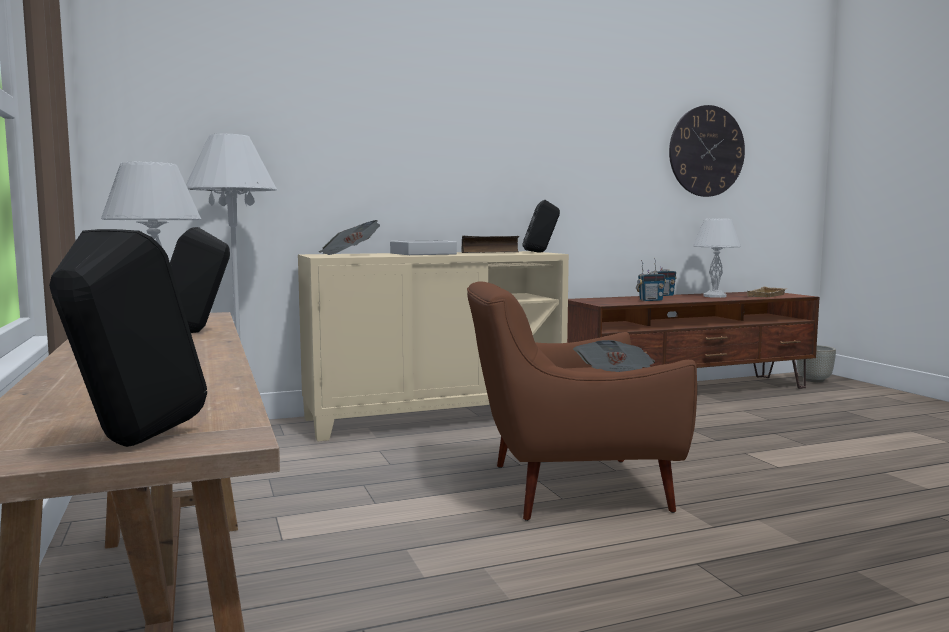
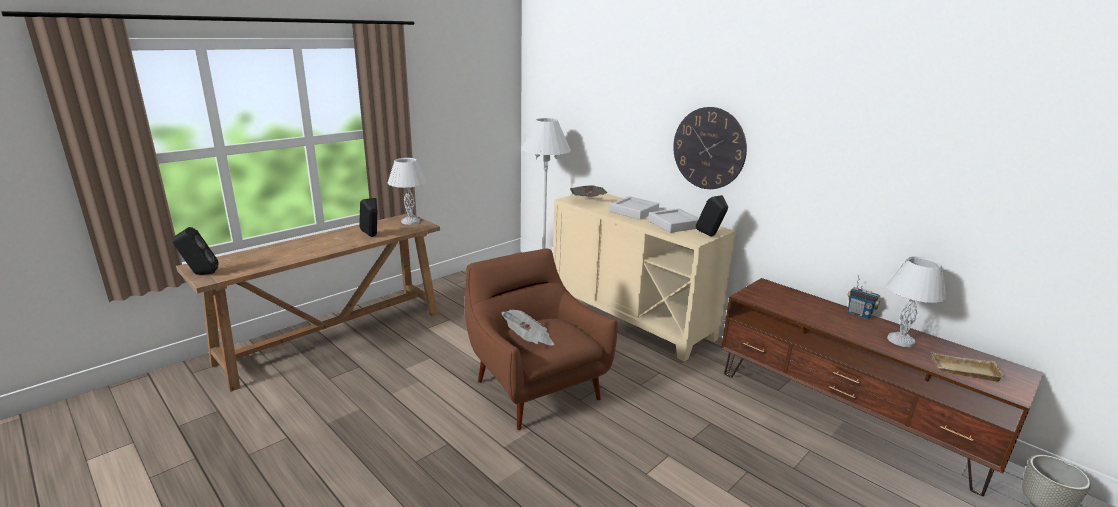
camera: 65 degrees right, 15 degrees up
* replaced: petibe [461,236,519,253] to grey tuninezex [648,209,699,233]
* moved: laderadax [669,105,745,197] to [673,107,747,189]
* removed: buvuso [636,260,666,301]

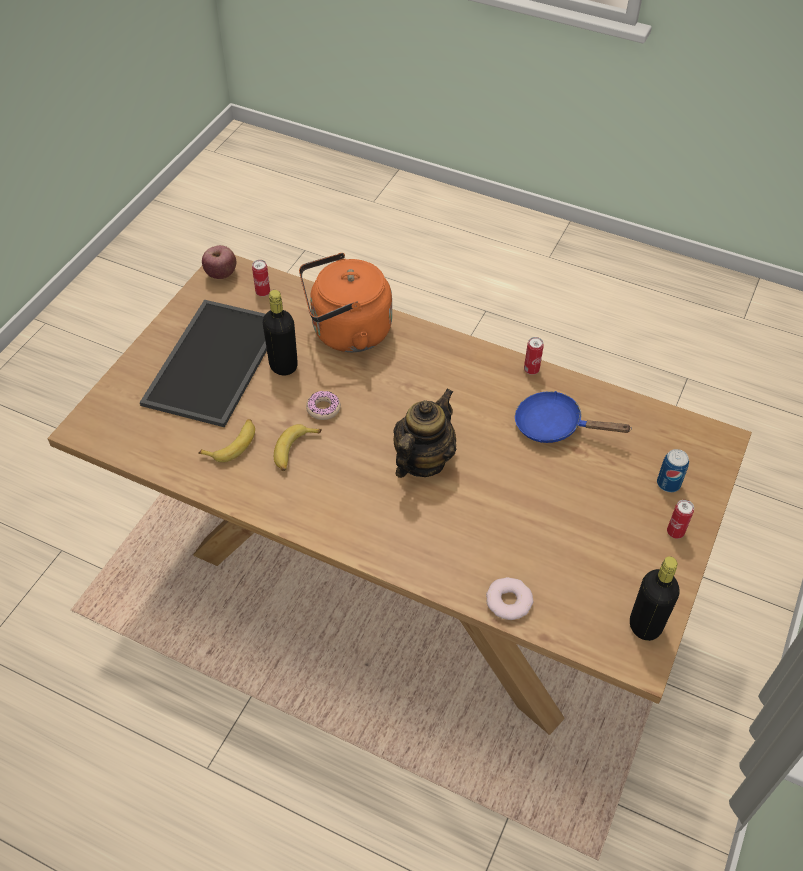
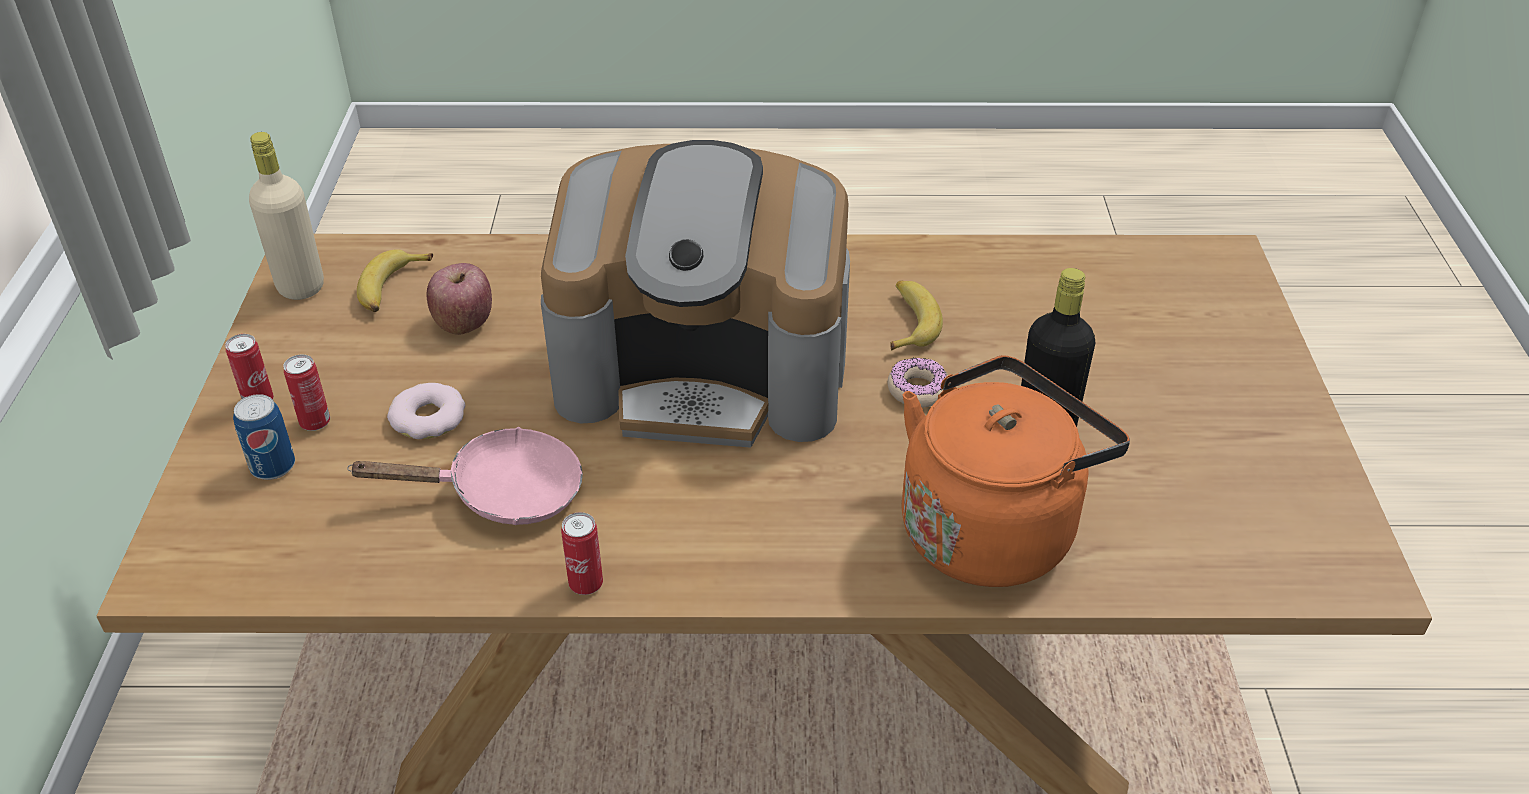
camera: 155 degrees right, 10 degrees down
* recoloured: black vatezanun [630,556,679,641] to beige vatezanun [249,132,324,300]
* moved: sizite [252,260,270,296] to [283,354,330,431]
* recoloured: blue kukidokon [515,391,632,443] to pink kukidokon [347,427,583,525]
* moved: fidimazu [198,419,255,462] to [357,249,433,312]
* moved: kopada [486,577,533,620] to [387,383,465,439]
* moved: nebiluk [202,245,236,279] to [427,263,492,335]
* replaced: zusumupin [393,389,456,478] to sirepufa [541,140,850,448]
* removed: tuninezex [140,300,267,427]

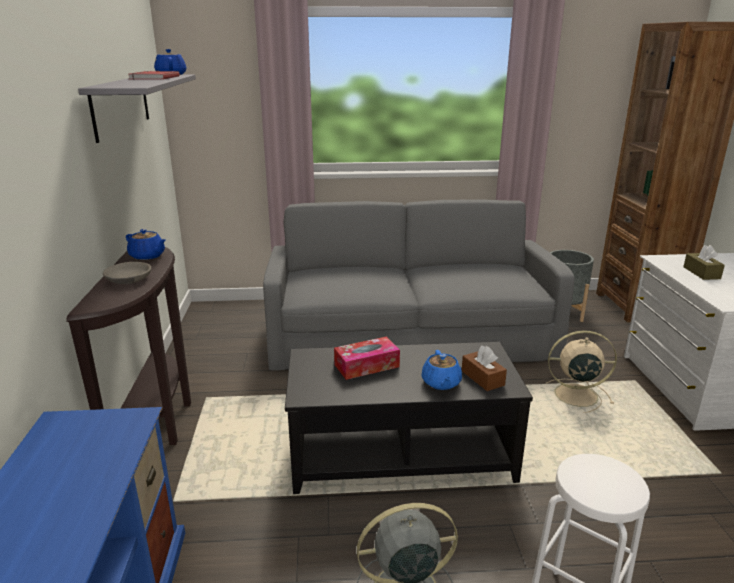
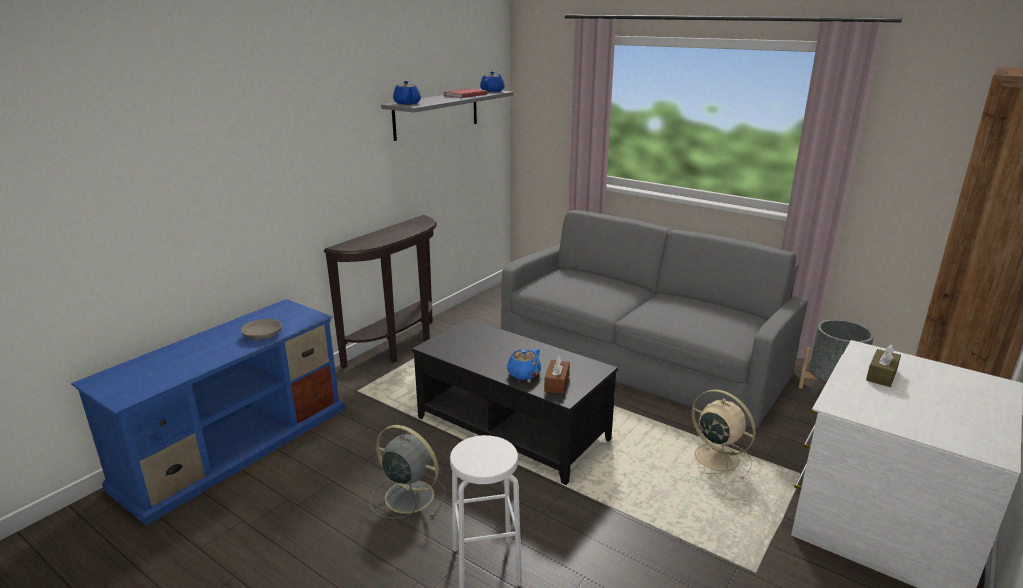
camera: 40 degrees right, 0 degrees up
* moved: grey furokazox [103,262,151,284] to [240,319,282,340]
* moved: blue zusumupin [126,229,165,260] to [393,81,421,105]
* removed: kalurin [334,336,400,380]

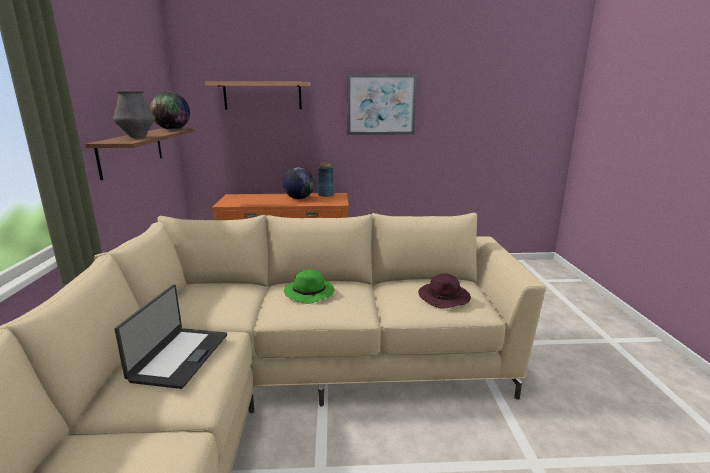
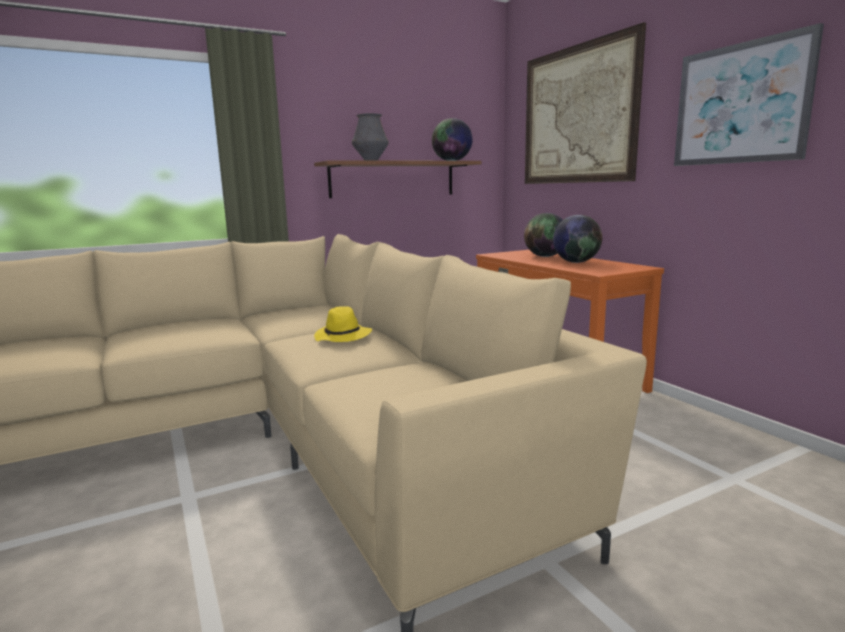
camera: 65 degrees right, 5 degrees down
* recoloured: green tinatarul [284,269,334,304] to yellow tinatarul [314,306,372,342]
* added: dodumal [524,213,563,257]
* replaced: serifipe [205,82,310,109] to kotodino [525,22,646,184]
* removed: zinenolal [114,284,227,389]
* removed: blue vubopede [318,163,335,197]
* removed: purple tinatarul [418,274,471,308]

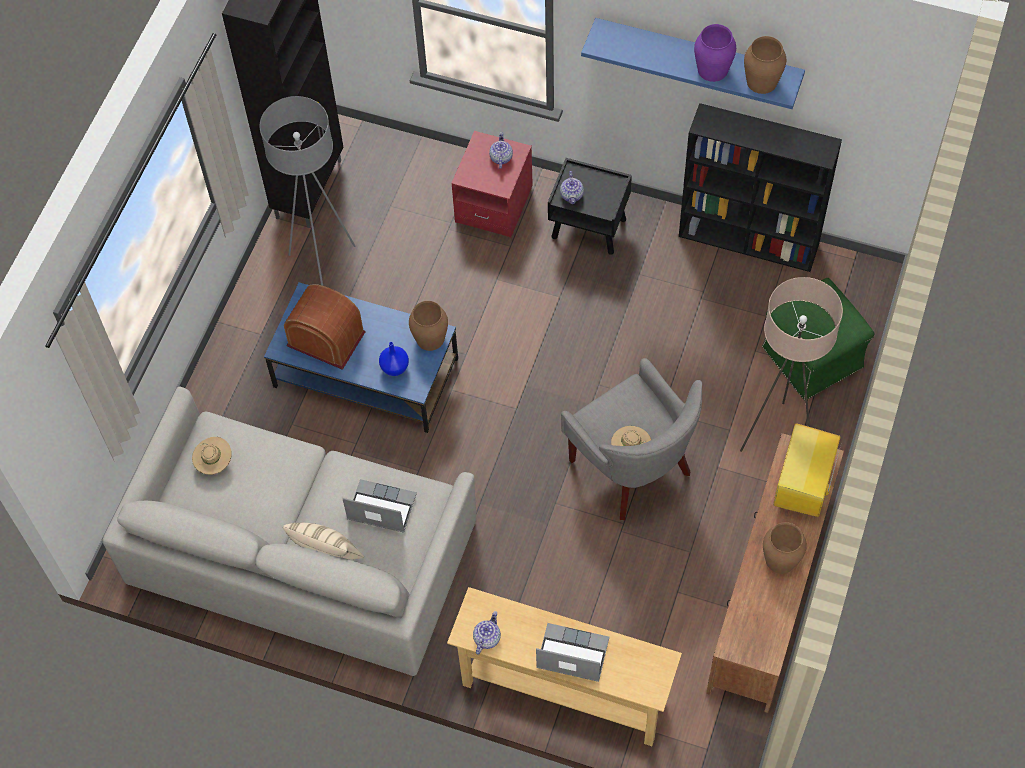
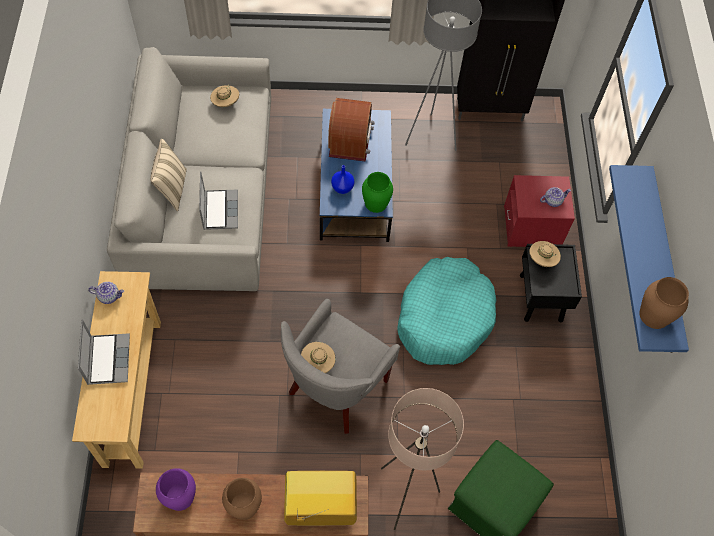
camera: 65 degrees right, 0 degrees up
* moved: purple vubopede [694,24,736,82] to [156,468,196,511]
* recoloured: brown vubopede [409,301,448,351] to green vubopede [362,172,393,213]
* added: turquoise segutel [397,257,496,365]
* replaced: zusumupin [560,171,584,204] to beige tinatarul [529,241,561,267]
* removed: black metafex [679,103,842,272]

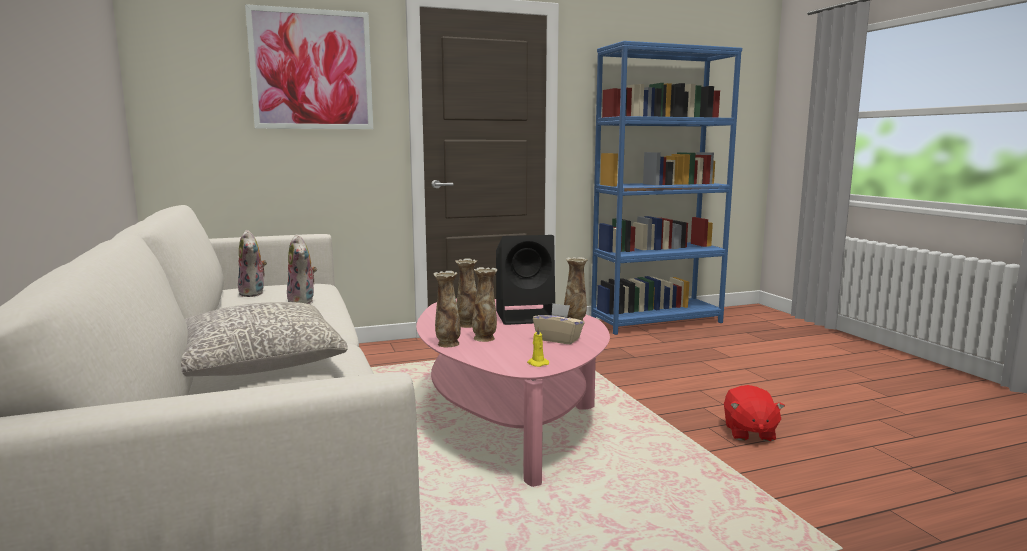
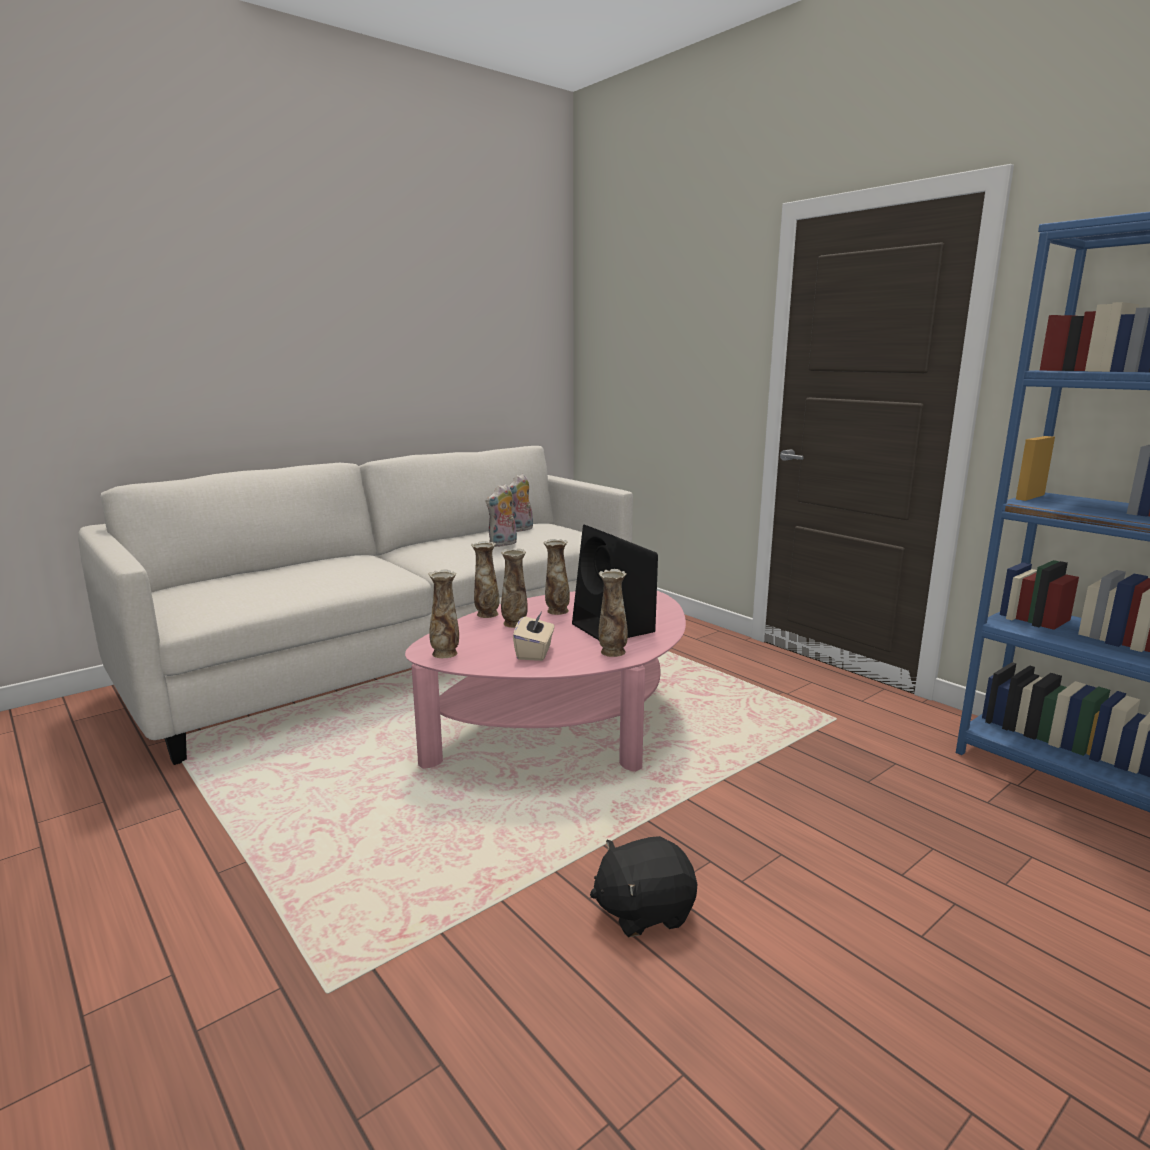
camera: 70 degrees right, 5 degrees up
* replaced: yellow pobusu [527,326,549,367] to vubopede [428,570,459,658]
* recoloured: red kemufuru [724,385,785,442] to black kemufuru [590,836,697,937]
* removed: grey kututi [181,302,348,376]
* removed: kotodino [245,4,373,129]

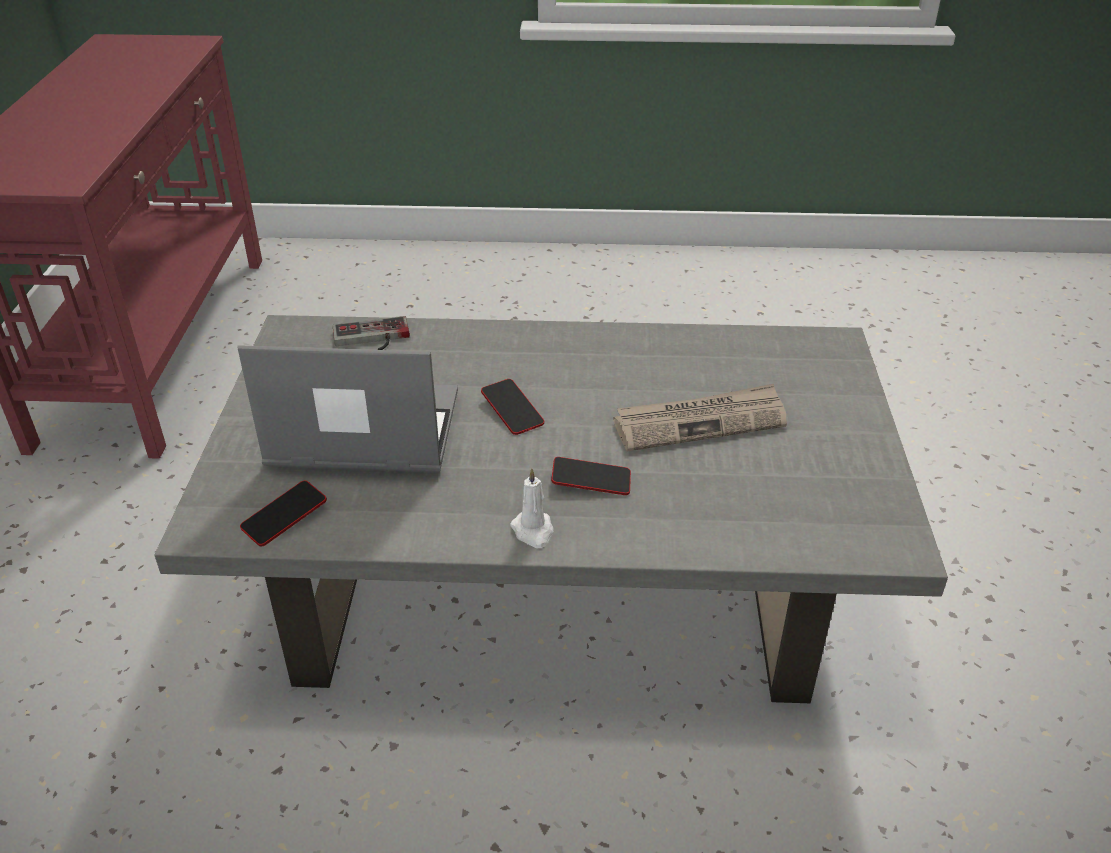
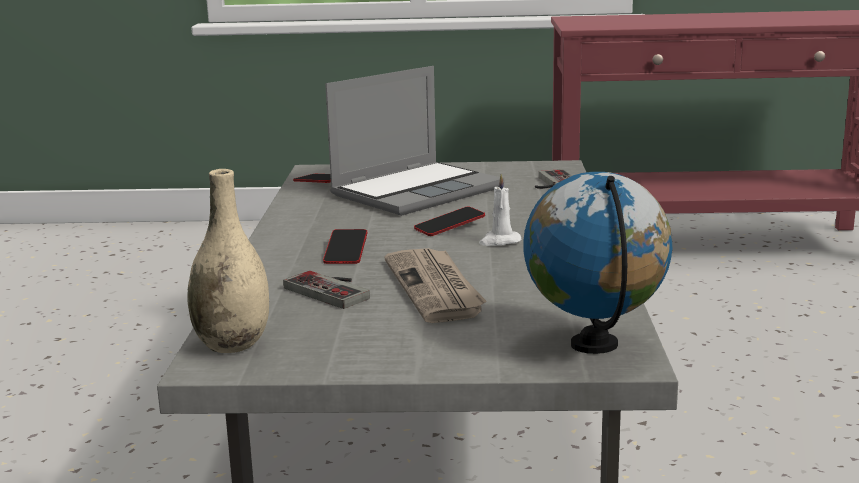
camera: 90 degrees right, 20 degrees down
* added: beige vubopede [187,169,269,353]
* added: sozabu [283,271,370,309]
* turned: zinenolal [237,345,458,473] = [325,66,504,216] 45 degrees clockwise
* moved: white pobusu [510,468,554,548] to [479,174,521,246]
* added: dodumal [523,172,672,354]

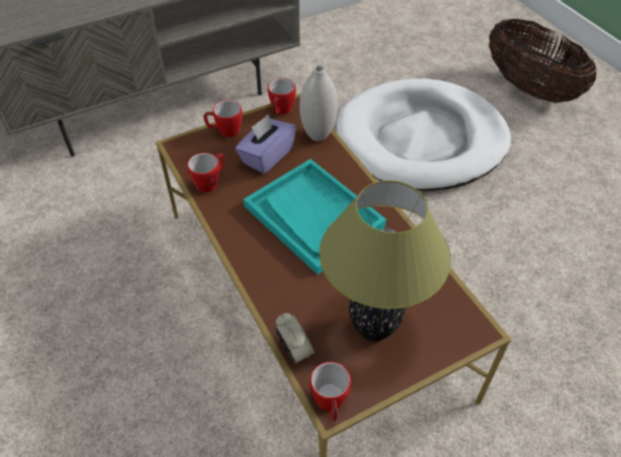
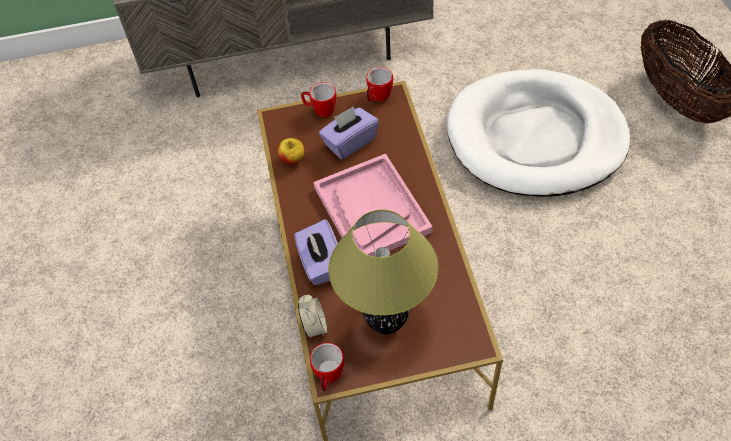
camera: 20 degrees right, 5 degrees up
* replaced: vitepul [187,153,224,193] to nebiluk [278,138,304,165]
* added: purple kalurin [294,219,338,285]
* recoloured: turquoise tuninezex [243,159,386,275] to pink tuninezex [313,154,433,257]
* removed: white vubopede [300,65,337,141]

